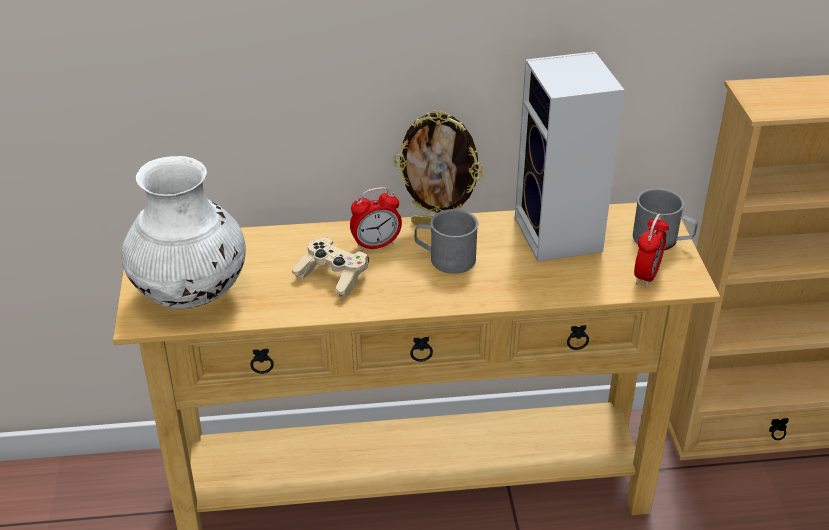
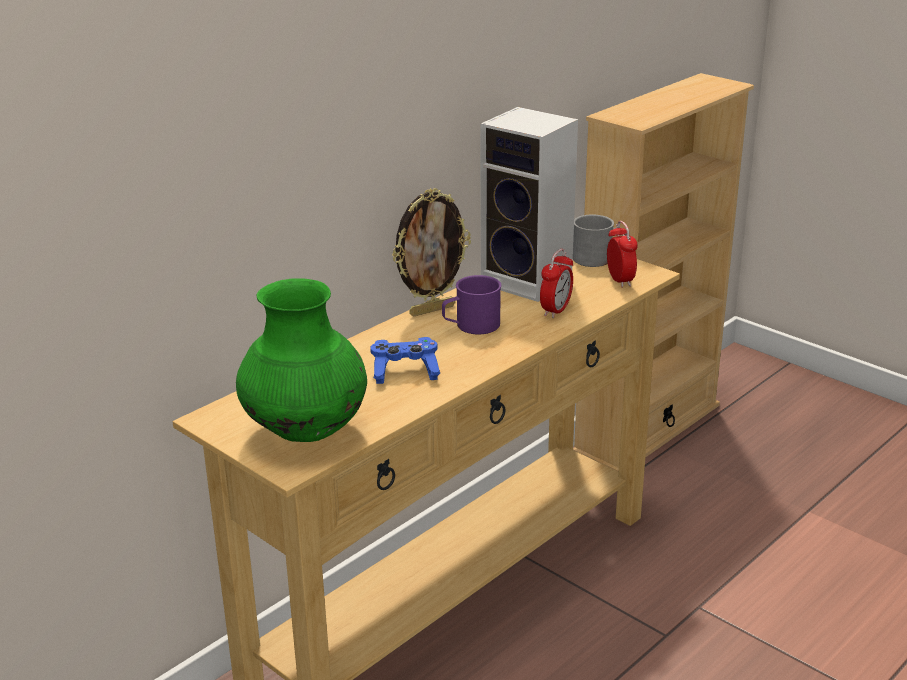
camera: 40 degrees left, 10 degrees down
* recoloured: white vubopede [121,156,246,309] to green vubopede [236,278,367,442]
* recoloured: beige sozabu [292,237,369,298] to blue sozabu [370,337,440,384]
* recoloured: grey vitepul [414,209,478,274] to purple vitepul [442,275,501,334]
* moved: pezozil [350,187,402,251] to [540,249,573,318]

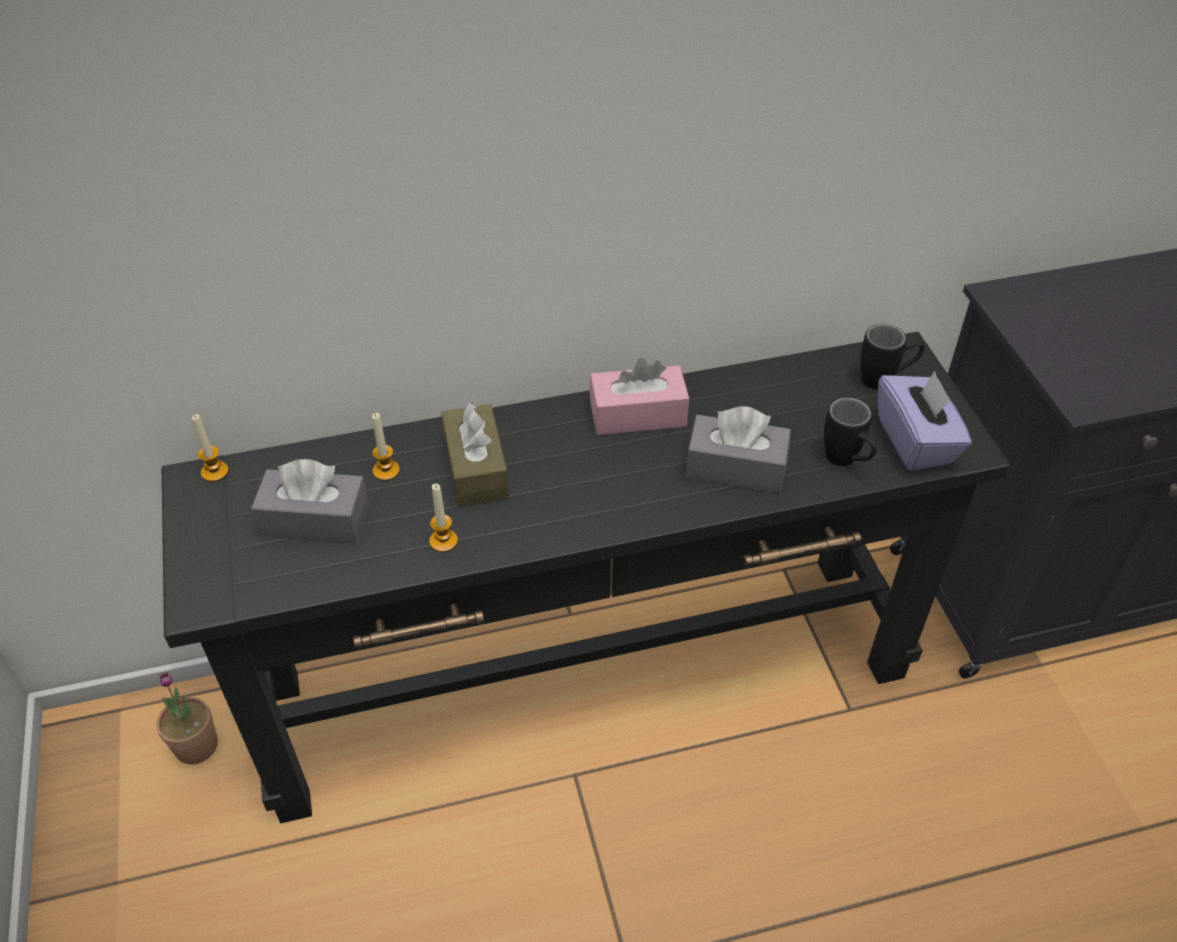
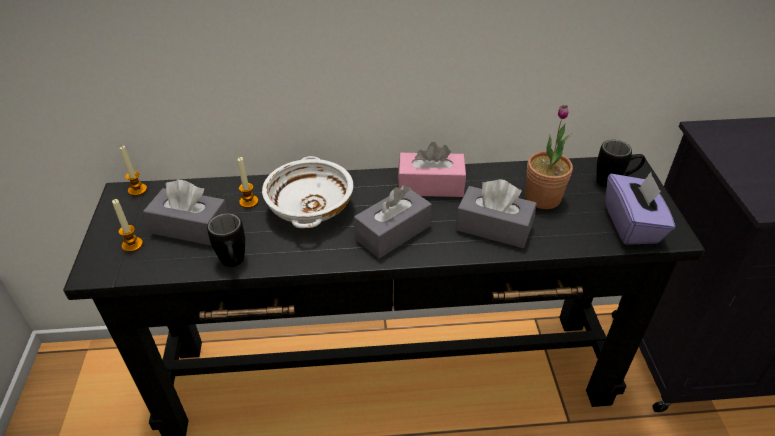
camera: 10 degrees right, 5 degrees down
* moved: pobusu [429,483,458,552] to [112,199,143,252]
* moved: black vitepul [824,397,877,466] to [207,213,245,267]
* replaced: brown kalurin [441,401,509,507] to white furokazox [262,156,353,228]
* added: grey kalurin [354,185,432,258]
* moved: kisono [157,672,218,764] to [525,105,573,209]

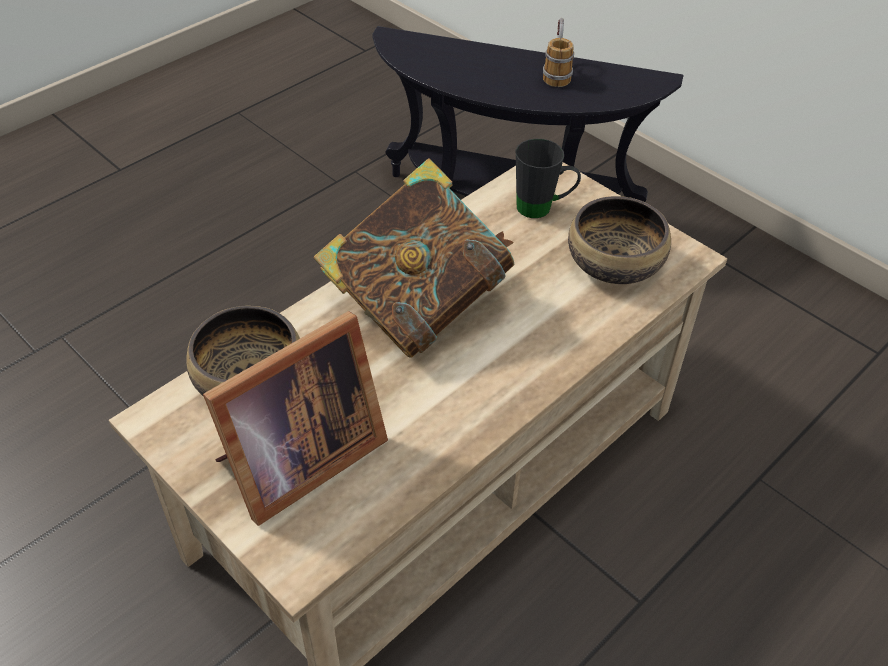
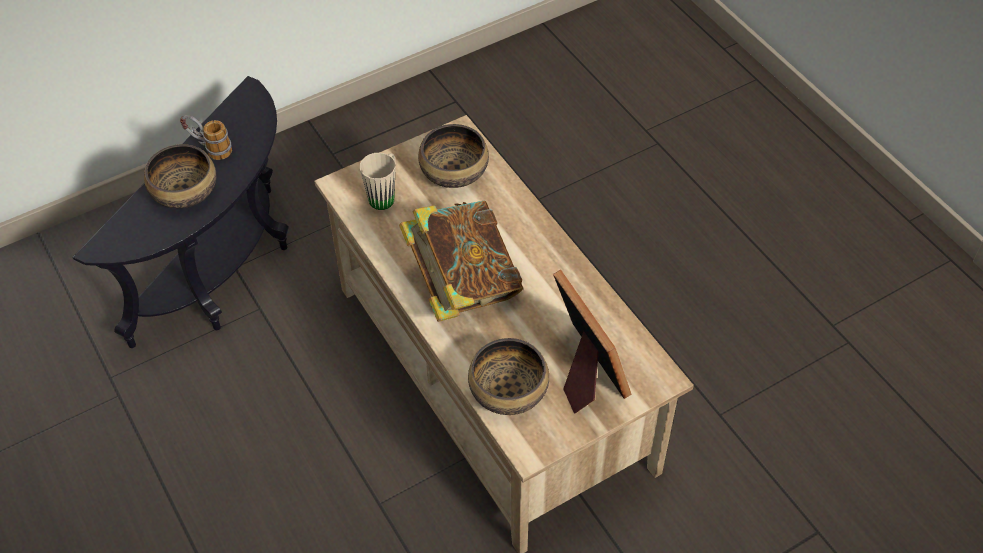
camera: 75 degrees left, 5 degrees up
* added: furokazox [144,144,216,209]
* recoloured: black vitepul [516,139,581,218] to beige vitepul [360,153,396,210]

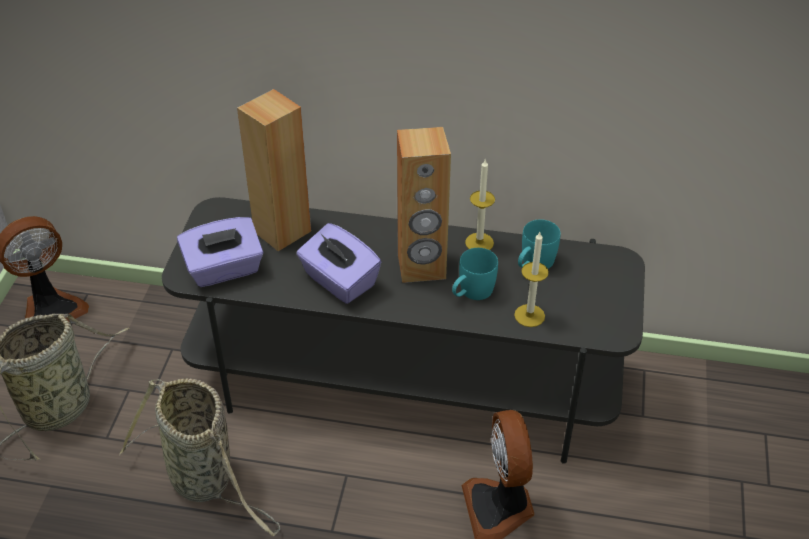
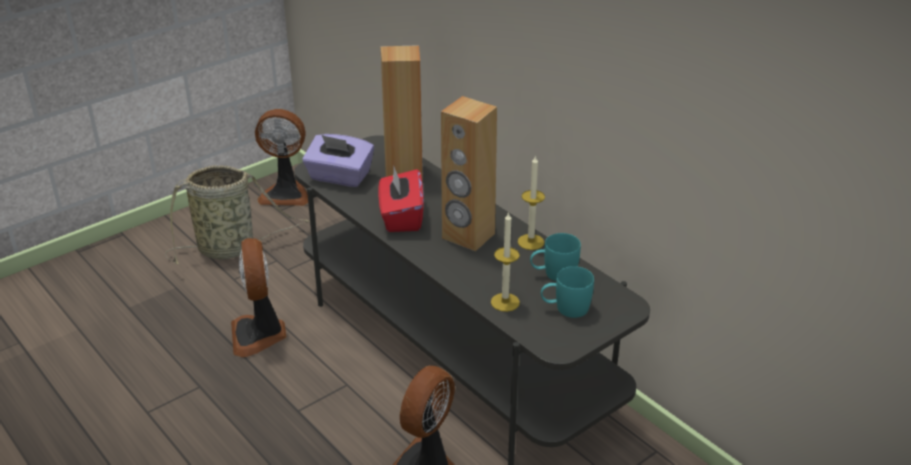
camera: 40 degrees right, 10 degrees down
* replaced: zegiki [119,378,280,536] to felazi [231,238,286,357]
* recoloured: purple kalurin [297,223,381,304] to red kalurin [378,167,424,232]
* moved: turquoise vitepul [452,248,498,300] to [541,266,594,318]

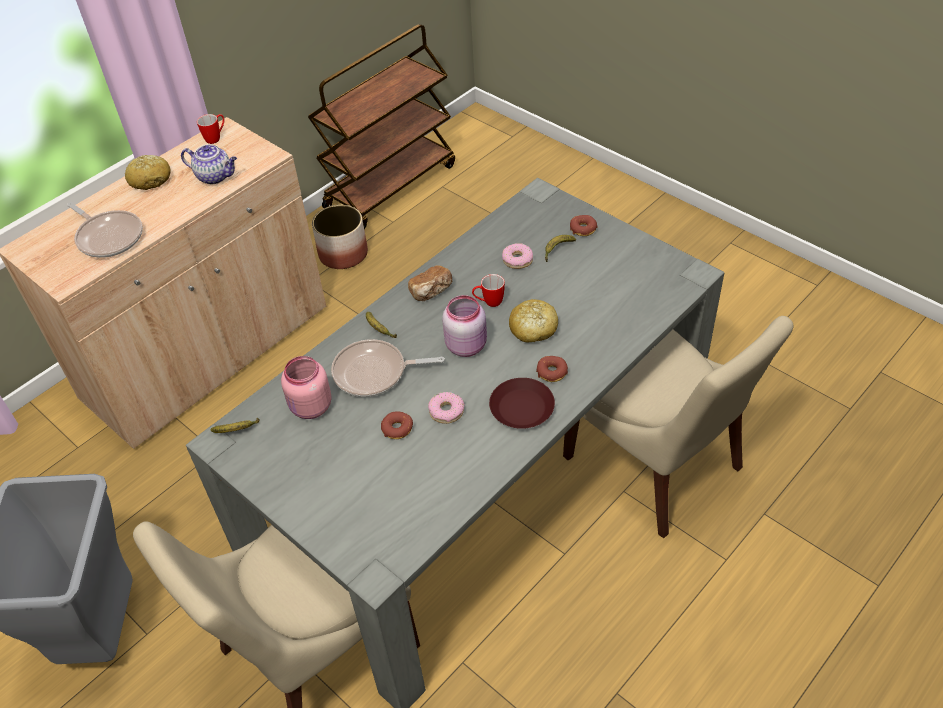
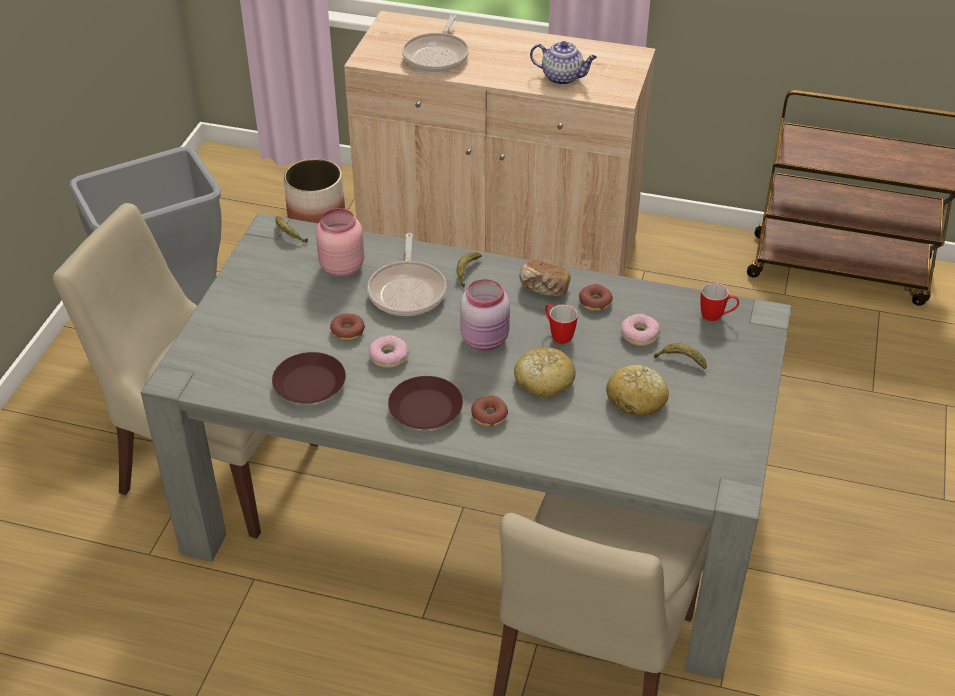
camera: 60 degrees right, 5 degrees down
* added: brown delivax [272,352,346,403]
* moved: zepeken [312,205,368,269] to [283,158,345,223]
* turned: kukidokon [331,339,445,397] = [367,233,447,316] 150 degrees counterclockwise
* turned: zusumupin [181,144,237,184] = [530,41,597,85] 60 degrees counterclockwise
* moved: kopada [570,215,598,236] to [579,284,613,311]
* moved: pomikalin [125,155,171,190] to [606,365,669,416]
* moved: vitepul [197,114,224,144] to [700,283,739,321]

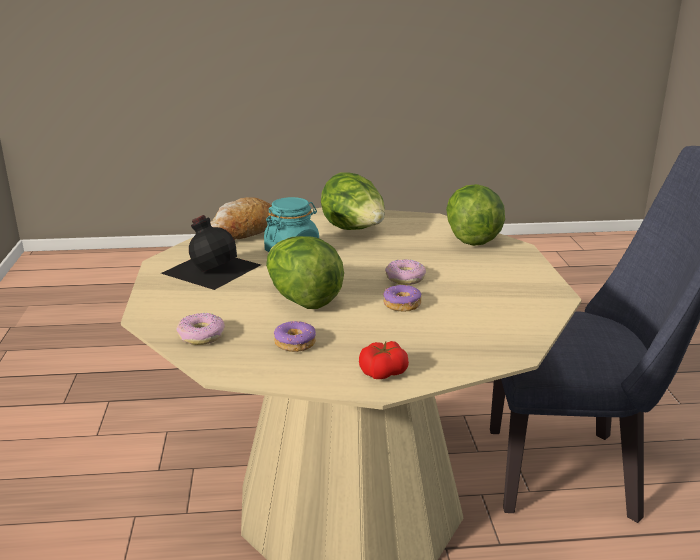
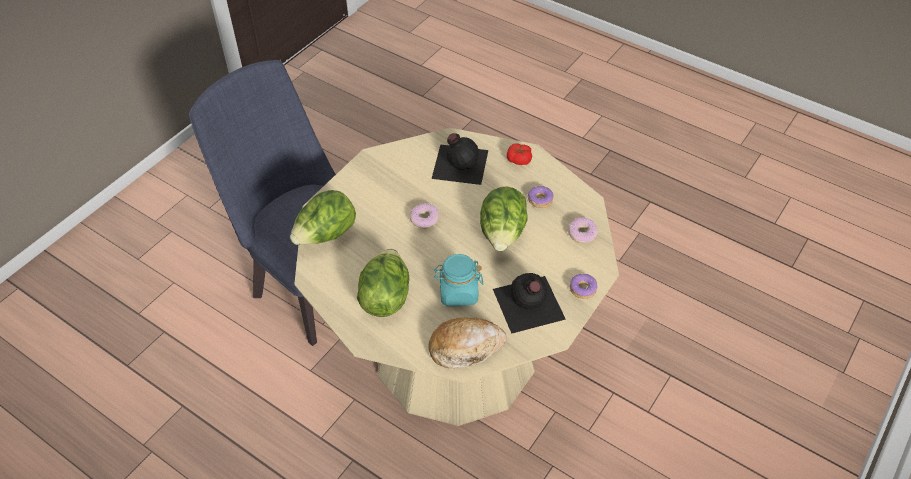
camera: 140 degrees left, 25 degrees up
* added: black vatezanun [431,133,488,185]
* moved: kopada [383,285,421,311] to [570,274,597,299]

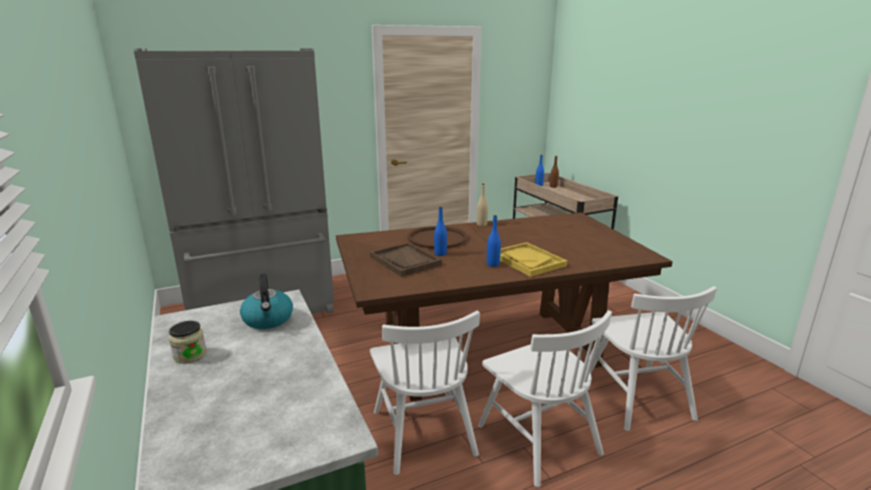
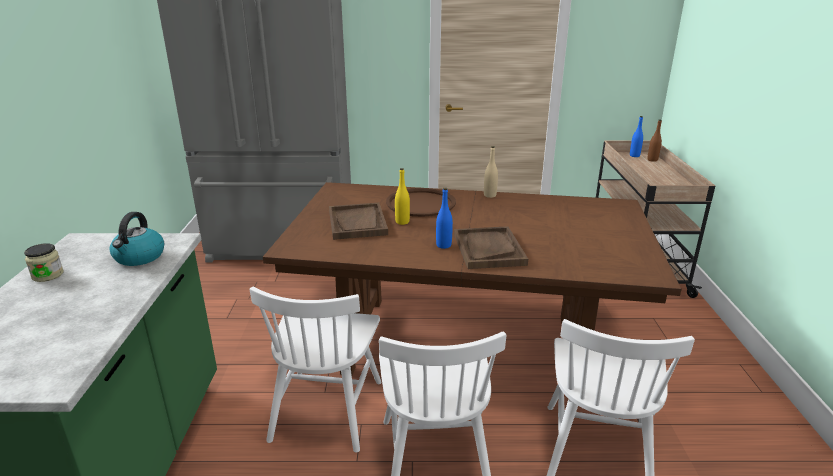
camera: 25 degrees right, 5 degrees up
* recoloured: blue vatezanun [434,207,447,256] to yellow vatezanun [395,168,410,225]
* recoloured: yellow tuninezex [500,242,568,277] to brown tuninezex [454,226,528,269]

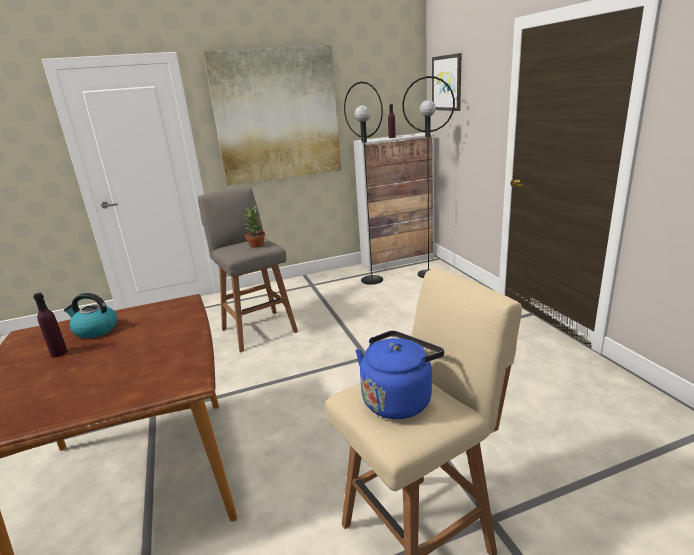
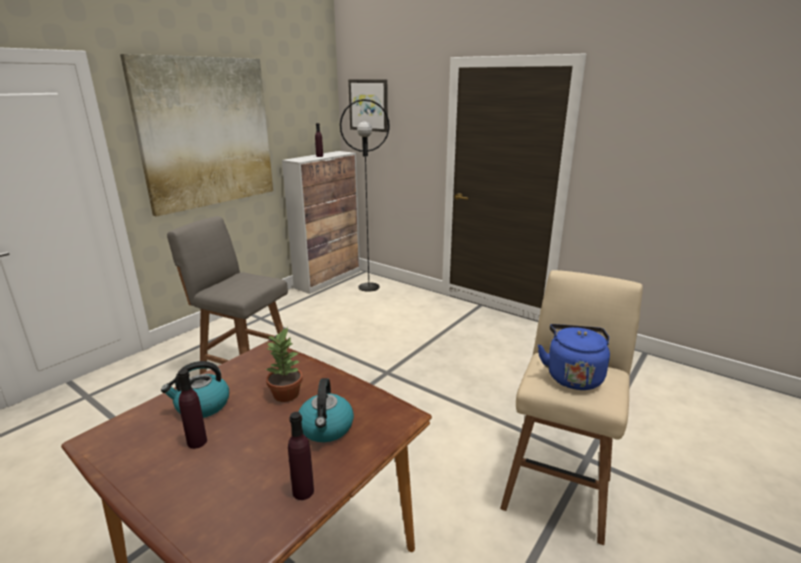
camera: 35 degrees left, 0 degrees up
* moved: kisono [243,205,265,248] to [266,327,303,402]
* added: purple vatezanun [288,412,314,500]
* added: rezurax [299,378,354,442]
* removed: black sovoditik [344,81,383,285]

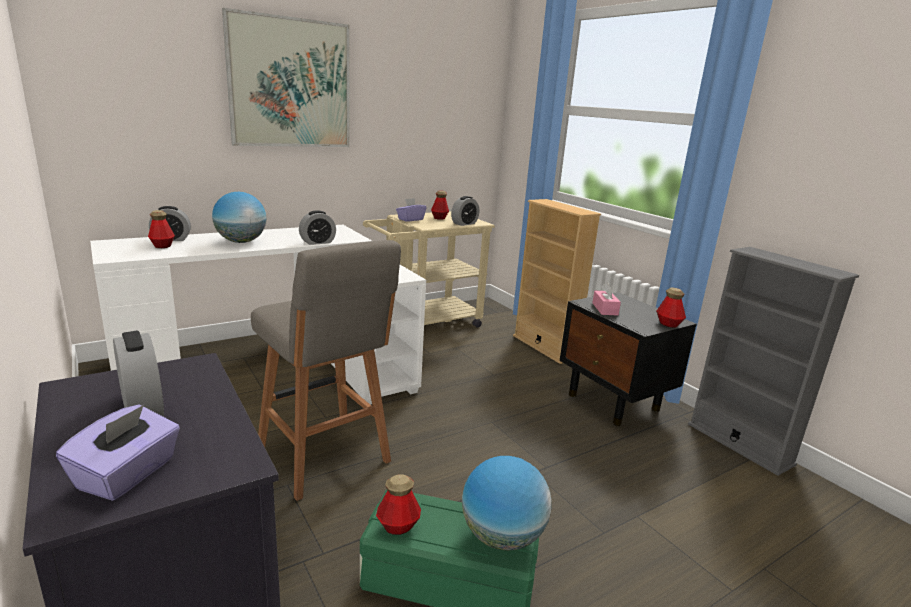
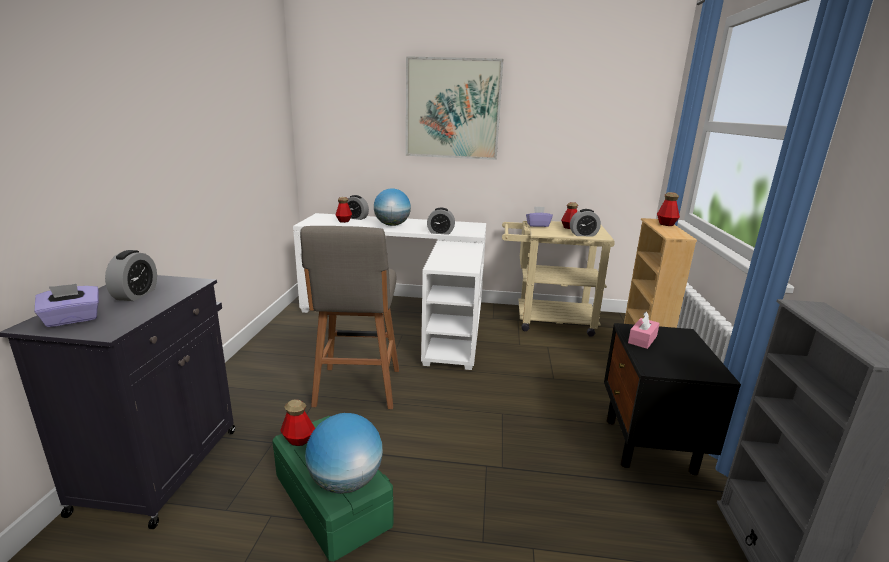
camera: 40 degrees right, 0 degrees up
* moved: vatezanun [656,288,686,328] to [657,192,680,226]

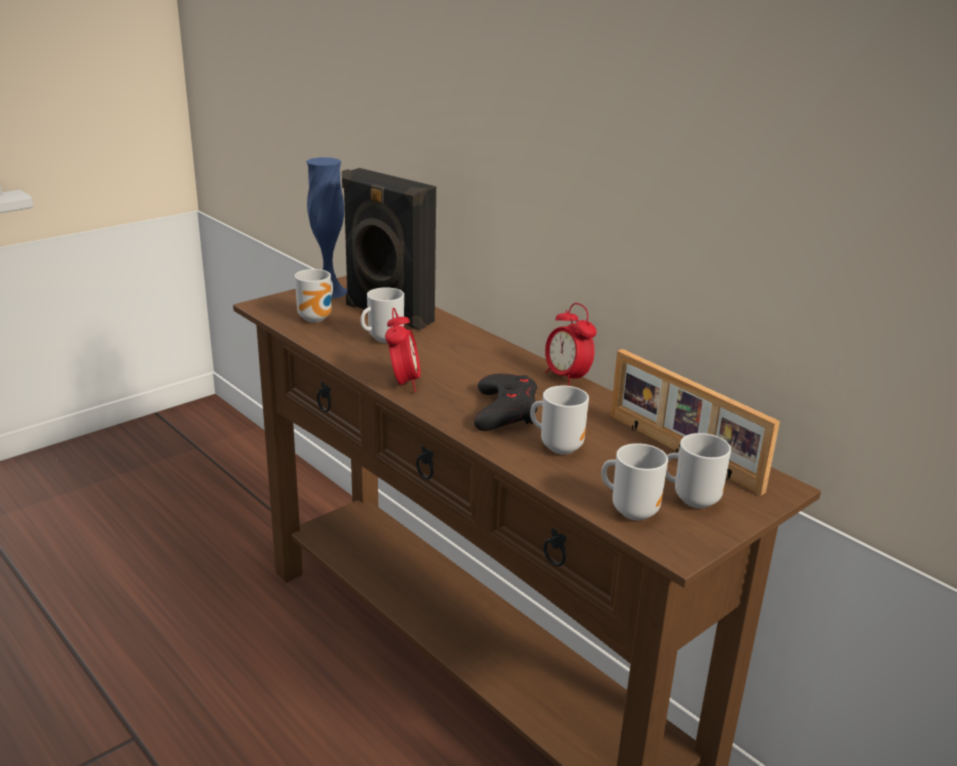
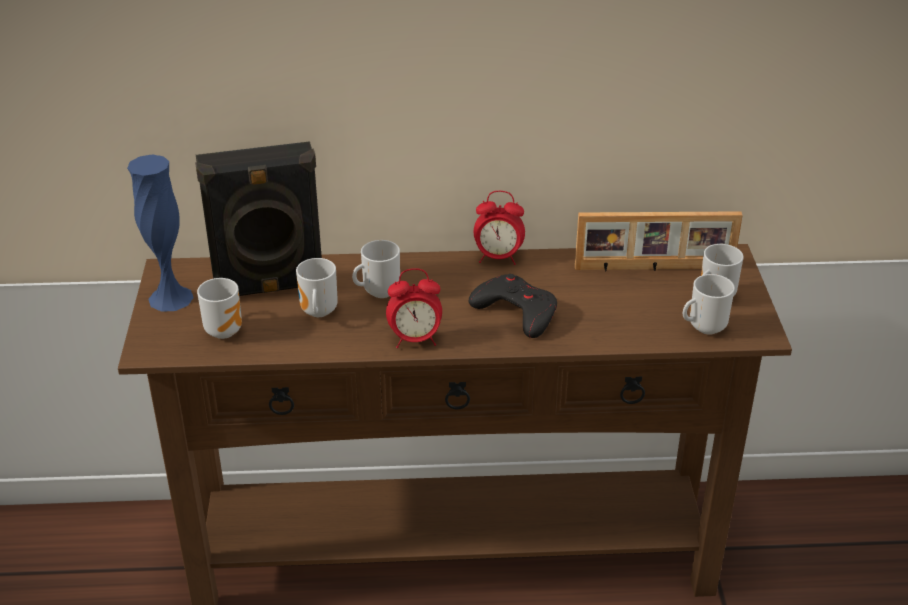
camera: 50 degrees left, 10 degrees up
* moved: vitepul [530,386,589,454] to [352,240,400,298]
* turned: pezozil [385,308,420,392] = [386,268,442,348] 135 degrees clockwise

